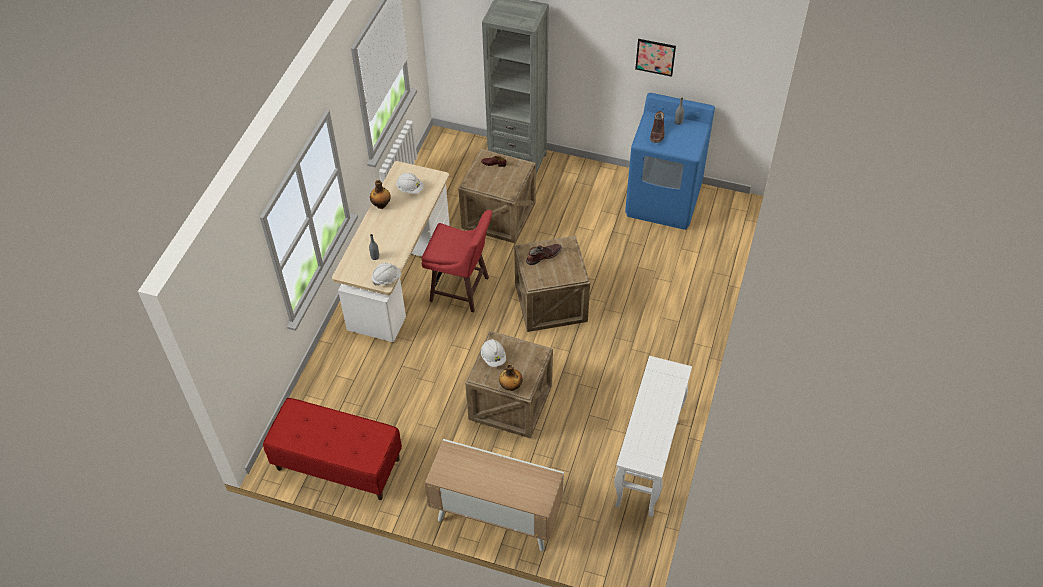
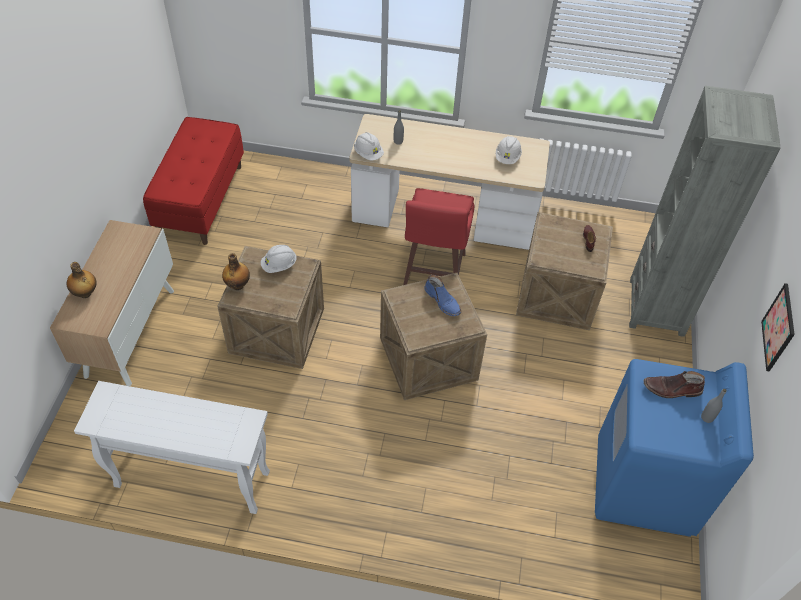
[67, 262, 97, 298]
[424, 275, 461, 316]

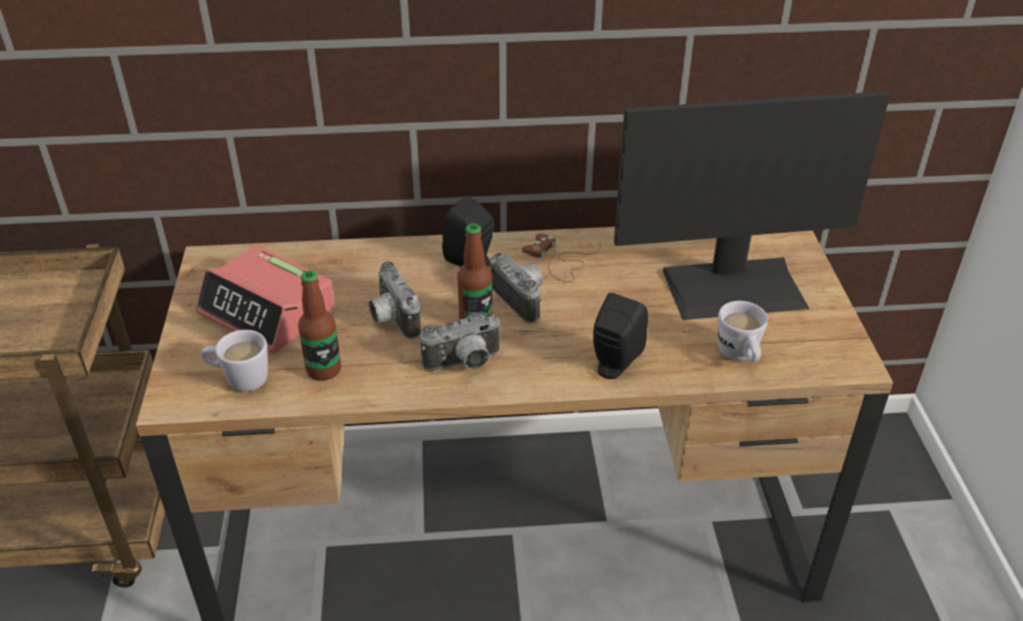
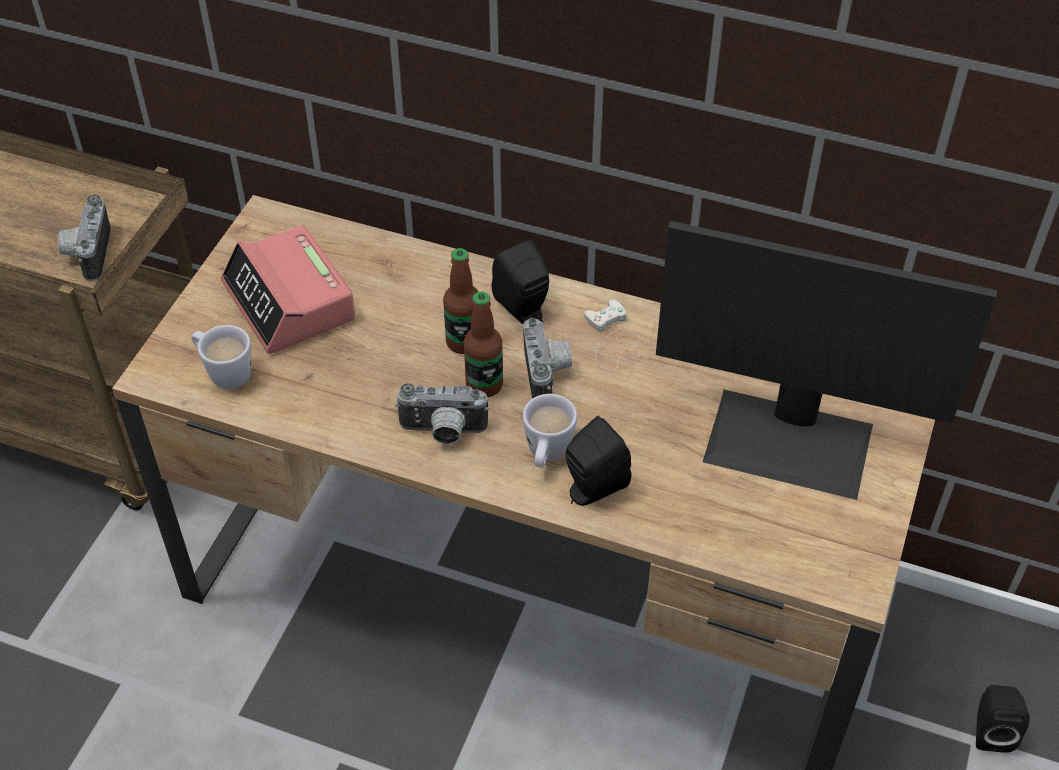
[58, 194, 111, 281]
[443, 248, 478, 354]
[523, 394, 577, 468]
[584, 299, 657, 372]
[976, 685, 1030, 753]

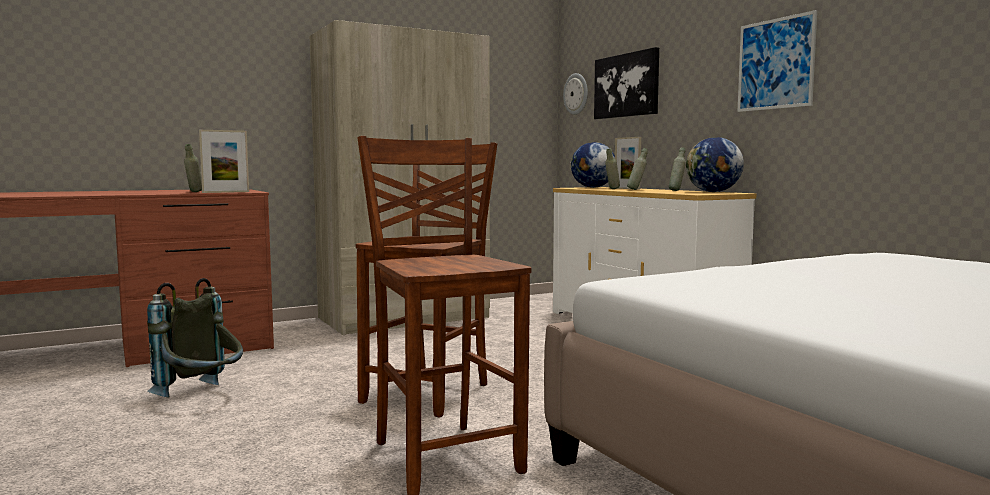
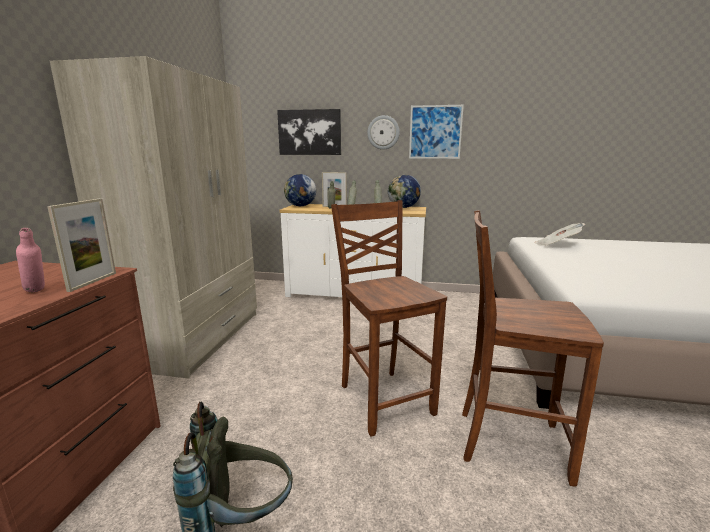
[16, 228, 45, 292]
[367, 115, 400, 150]
[535, 223, 585, 246]

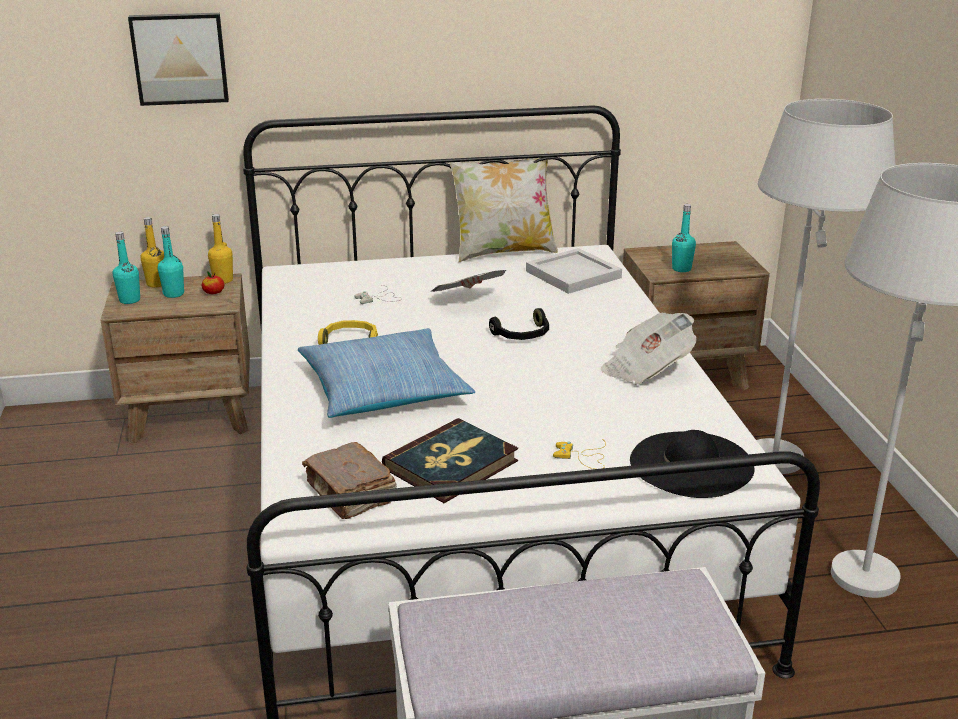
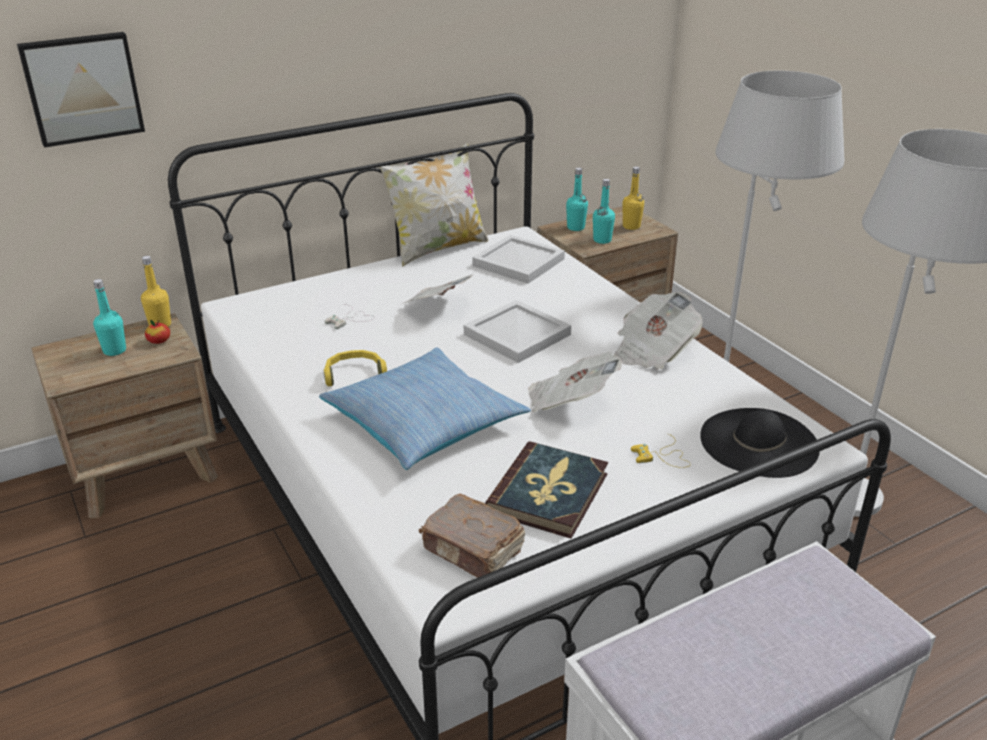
[464, 300, 571, 363]
[528, 352, 622, 412]
[566, 168, 588, 231]
[623, 167, 644, 230]

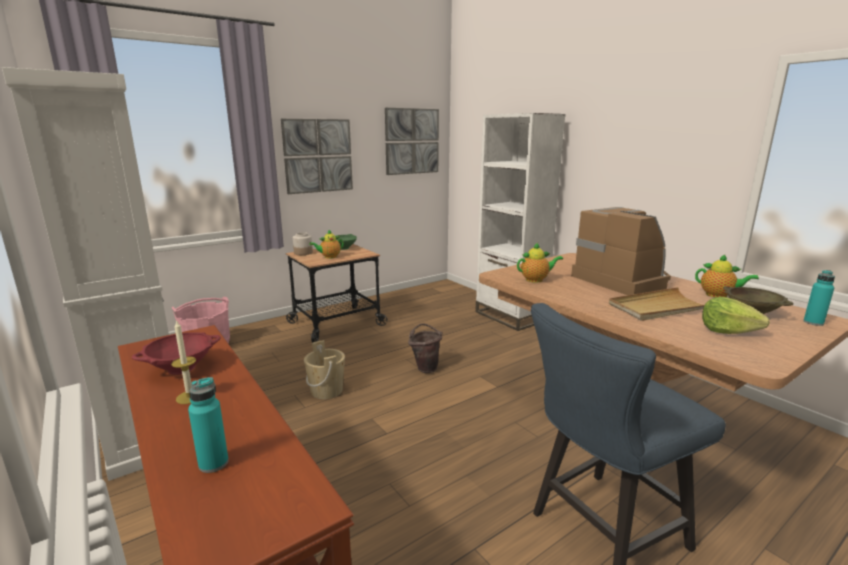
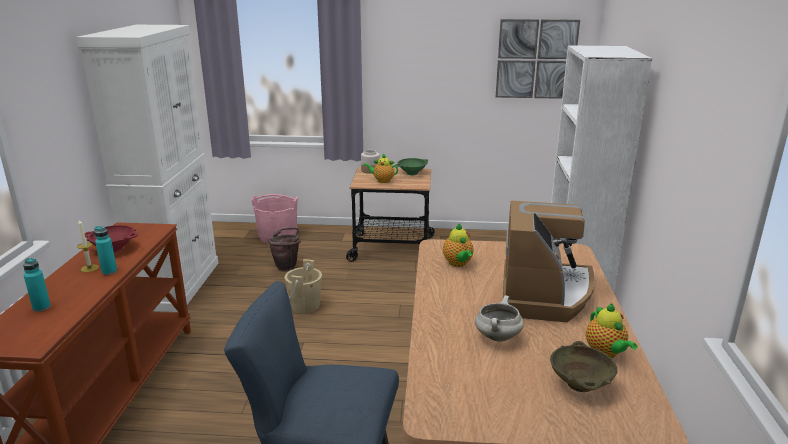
[94, 226, 117, 275]
[268, 228, 301, 272]
[443, 223, 474, 267]
[475, 295, 524, 342]
[281, 119, 353, 194] (first image)
[702, 297, 770, 334] (first image)

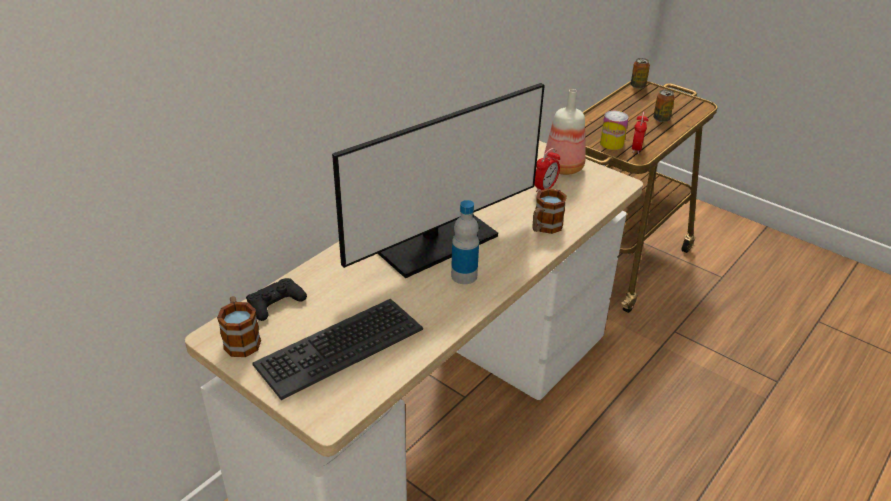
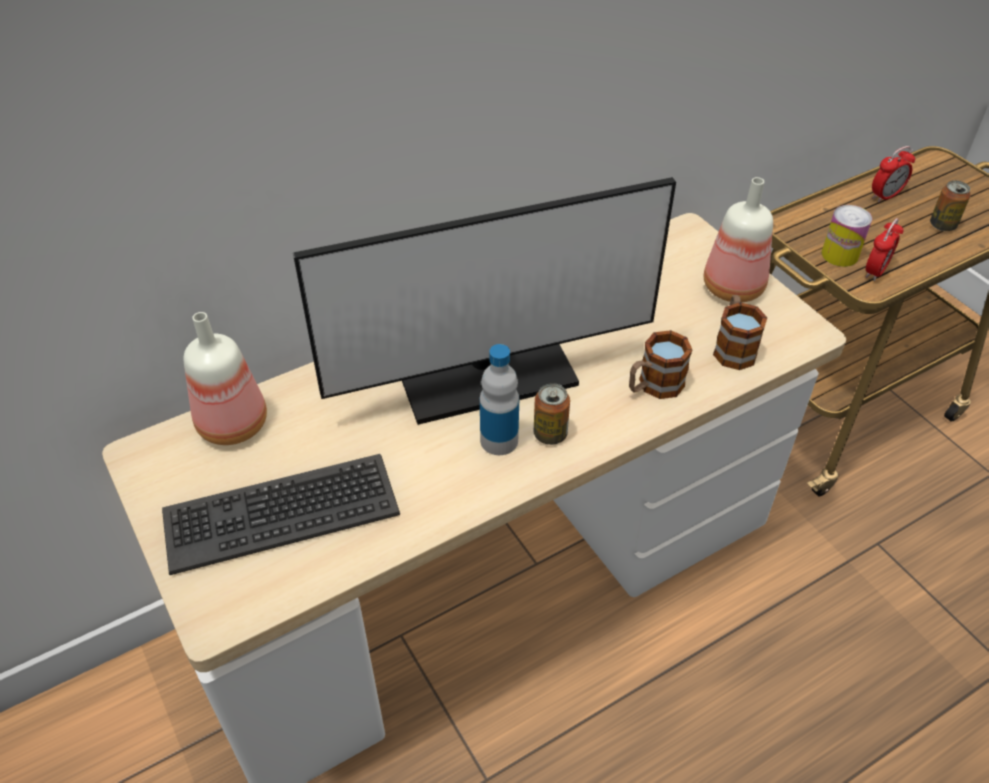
[184, 312, 267, 445]
[534, 383, 570, 445]
[713, 295, 767, 370]
[872, 146, 915, 203]

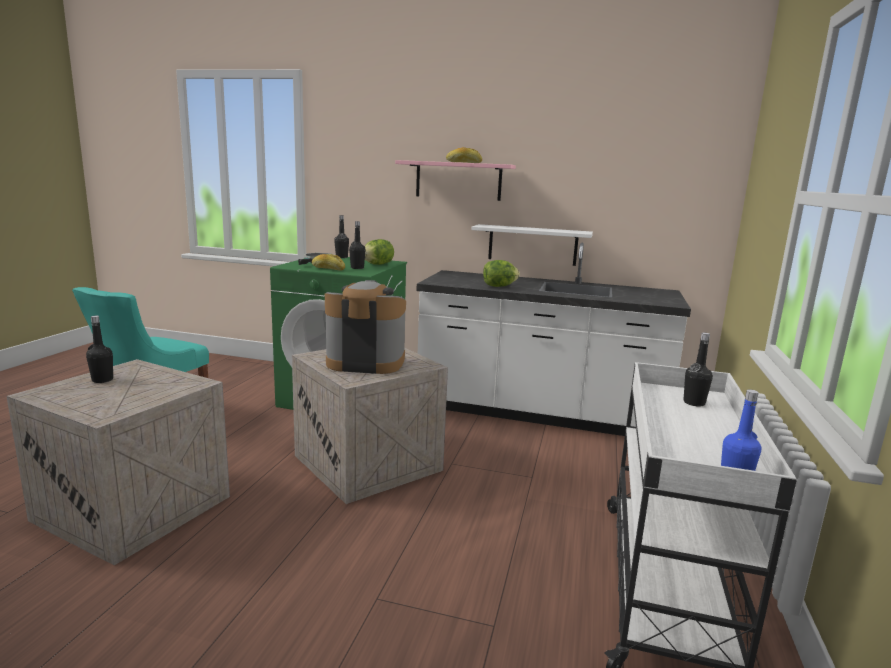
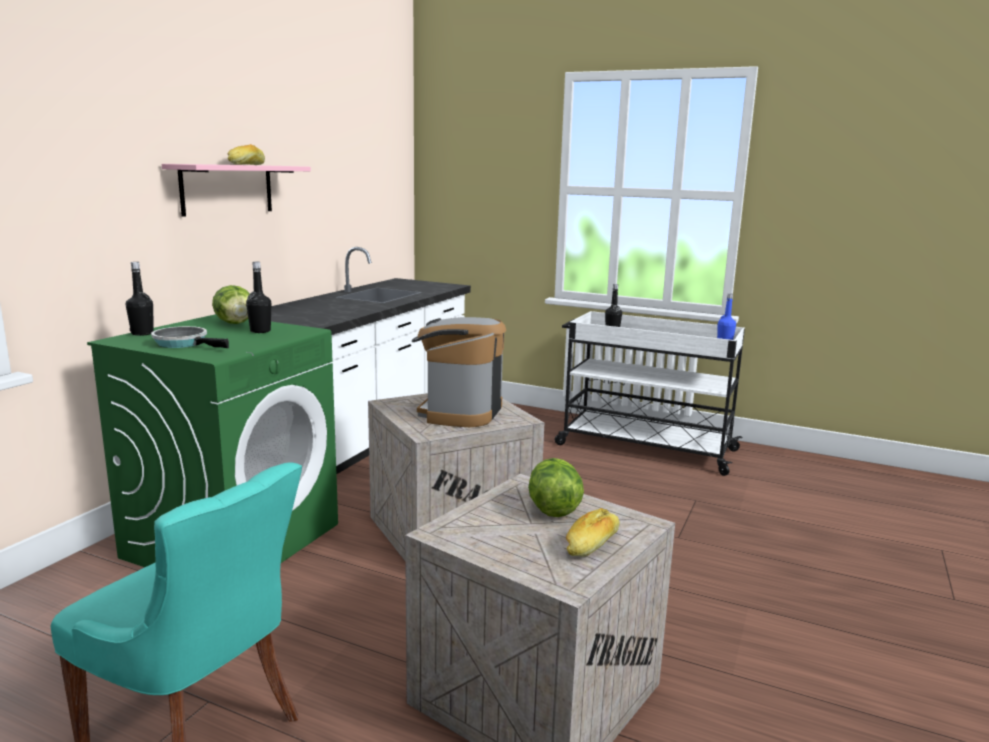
[528, 458, 584, 517]
[566, 508, 620, 557]
[86, 316, 113, 383] (first image)
[471, 224, 593, 266] (first image)

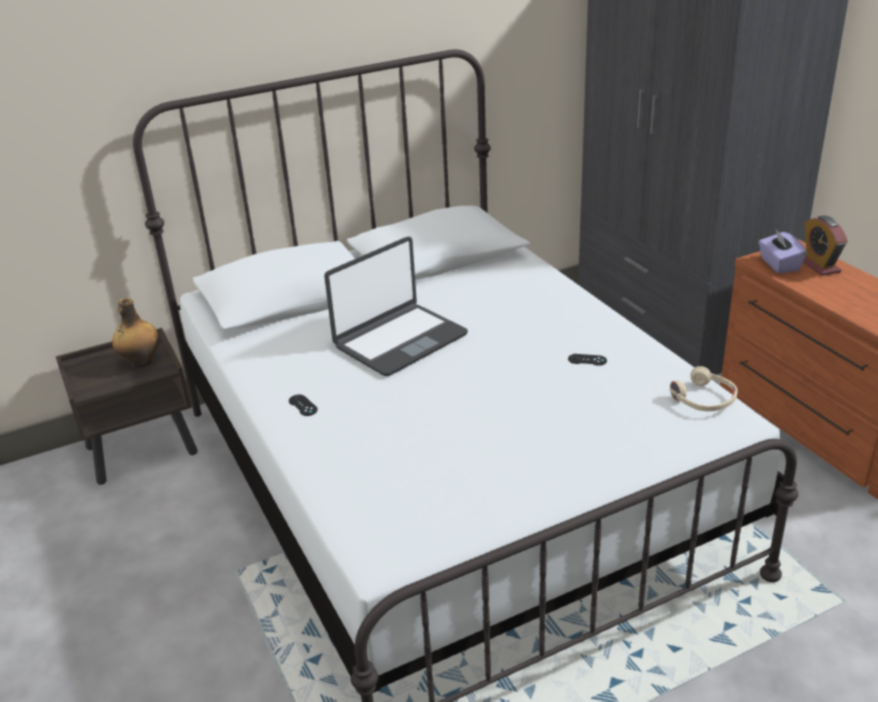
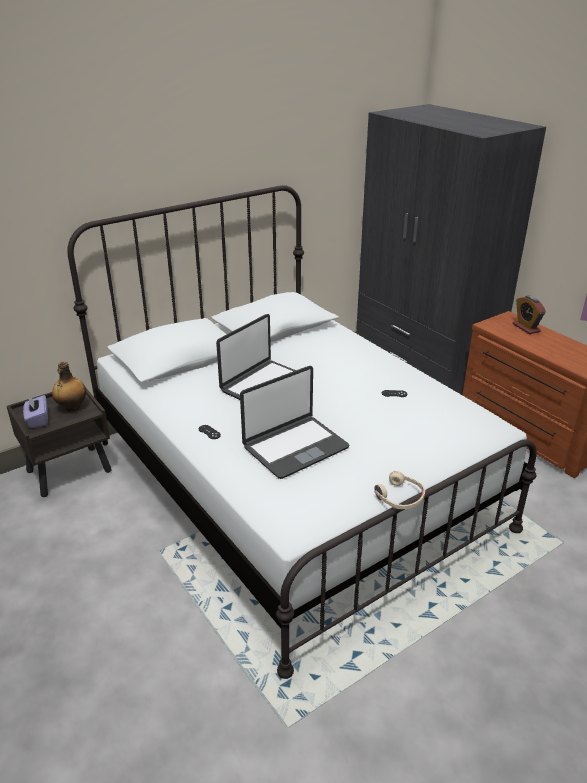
[23, 395, 48, 428]
[240, 366, 349, 479]
[374, 471, 425, 509]

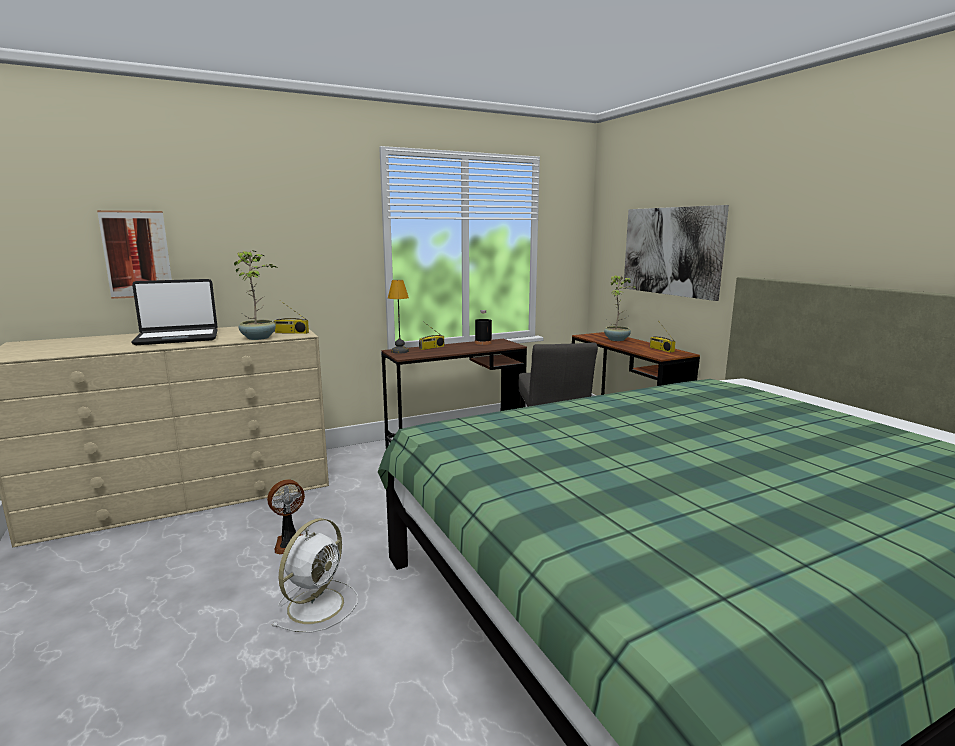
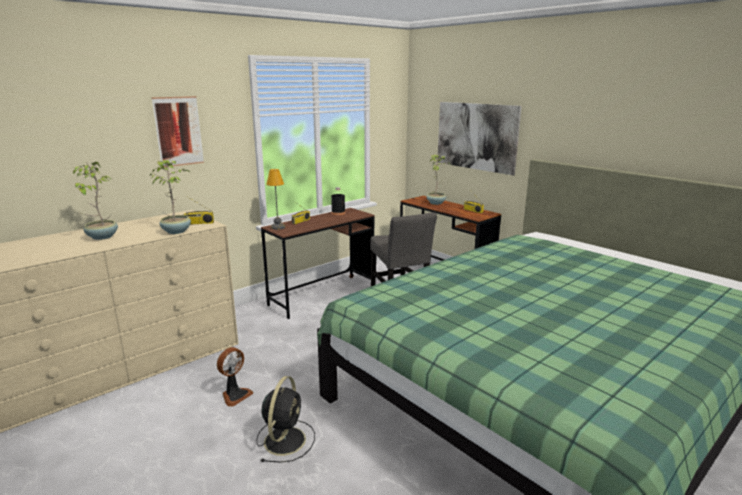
[72, 162, 118, 240]
[151, 96, 204, 167]
[256, 376, 315, 462]

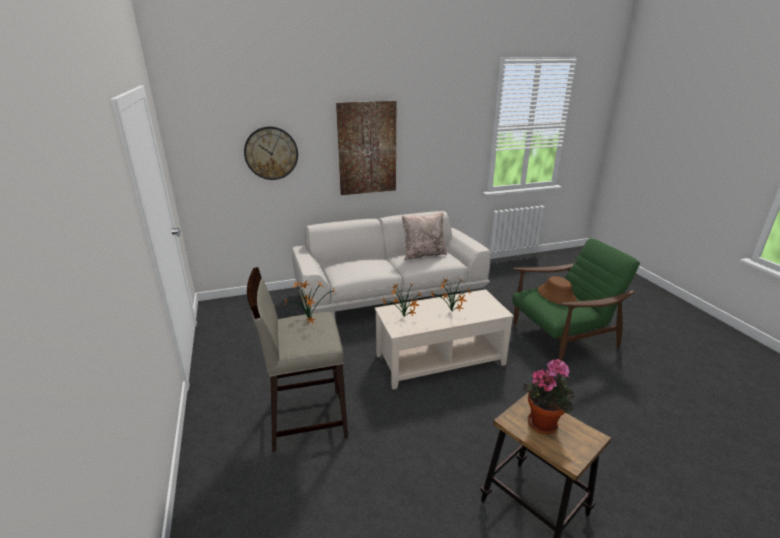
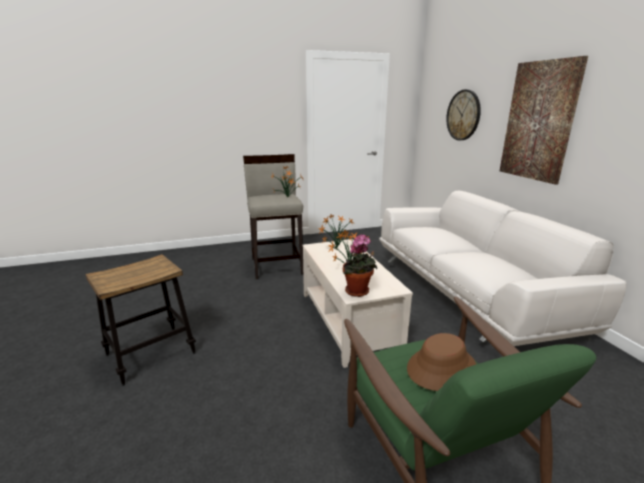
[343, 234, 377, 297]
[402, 212, 447, 260] (first image)

